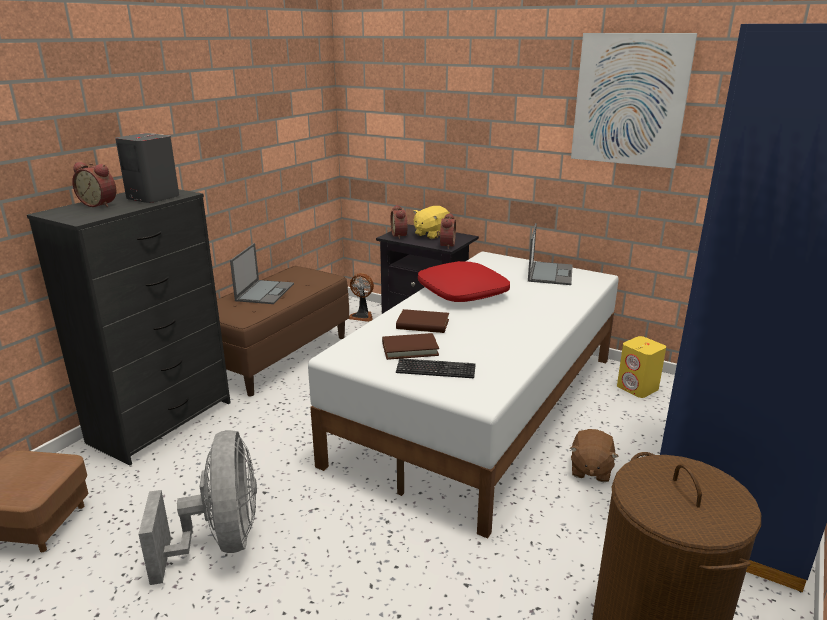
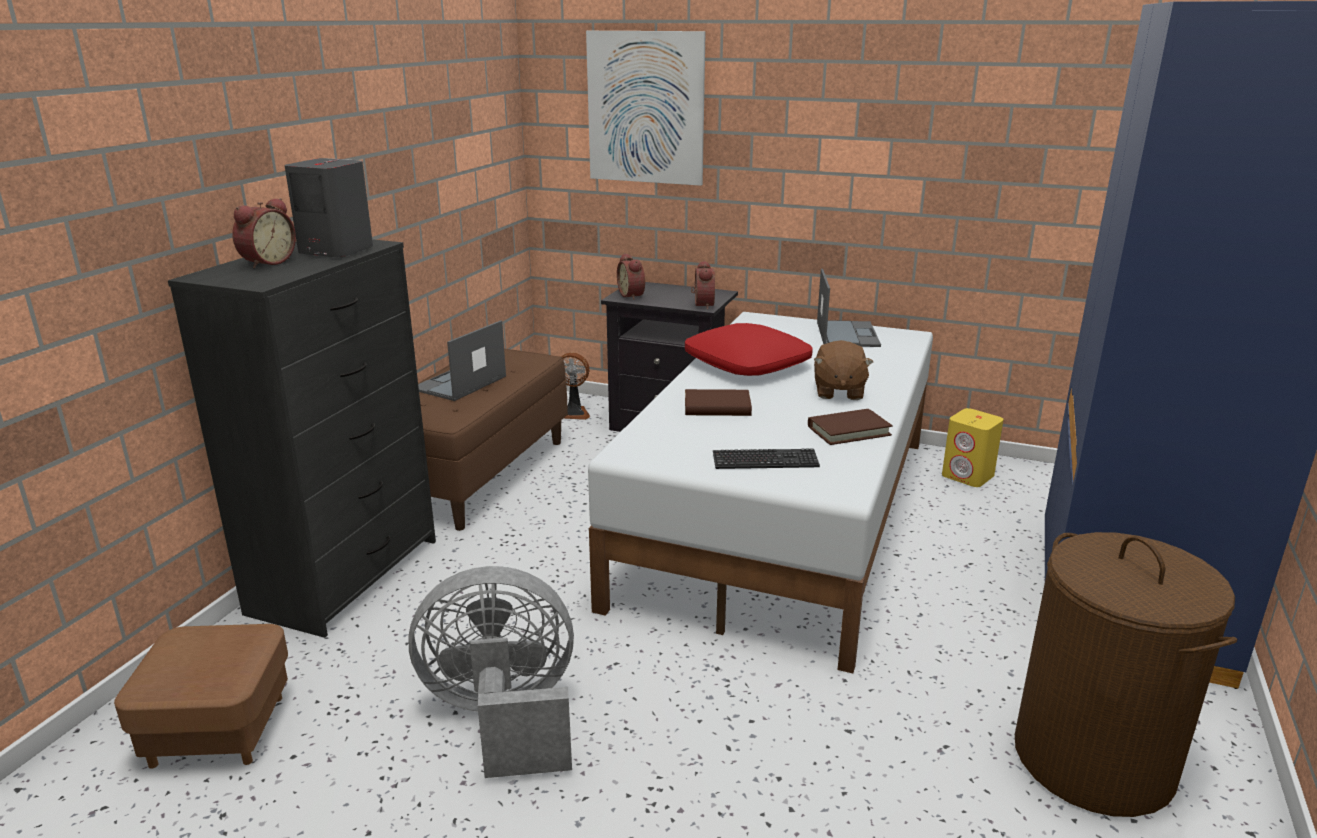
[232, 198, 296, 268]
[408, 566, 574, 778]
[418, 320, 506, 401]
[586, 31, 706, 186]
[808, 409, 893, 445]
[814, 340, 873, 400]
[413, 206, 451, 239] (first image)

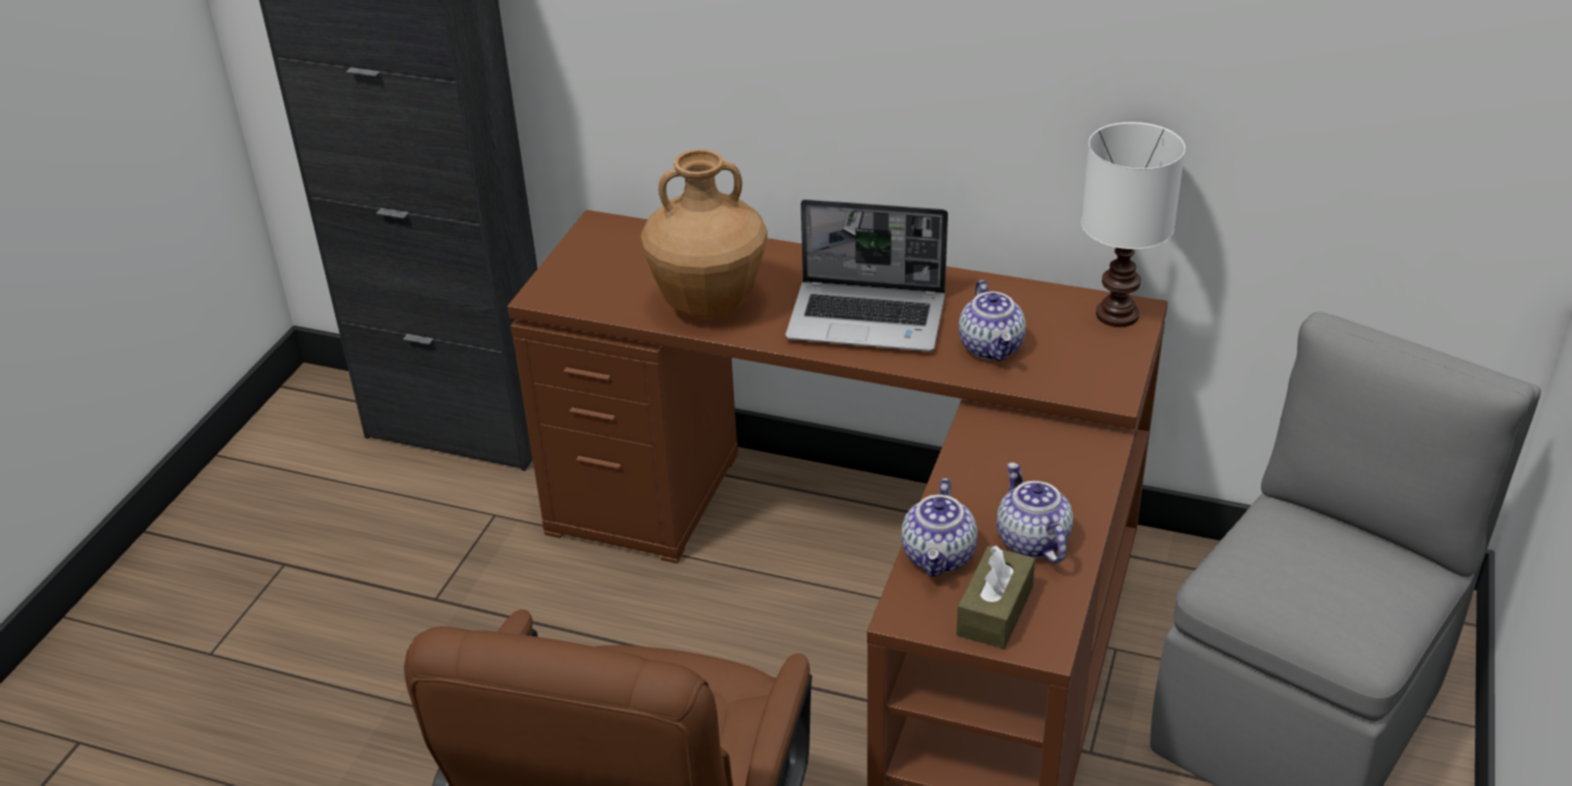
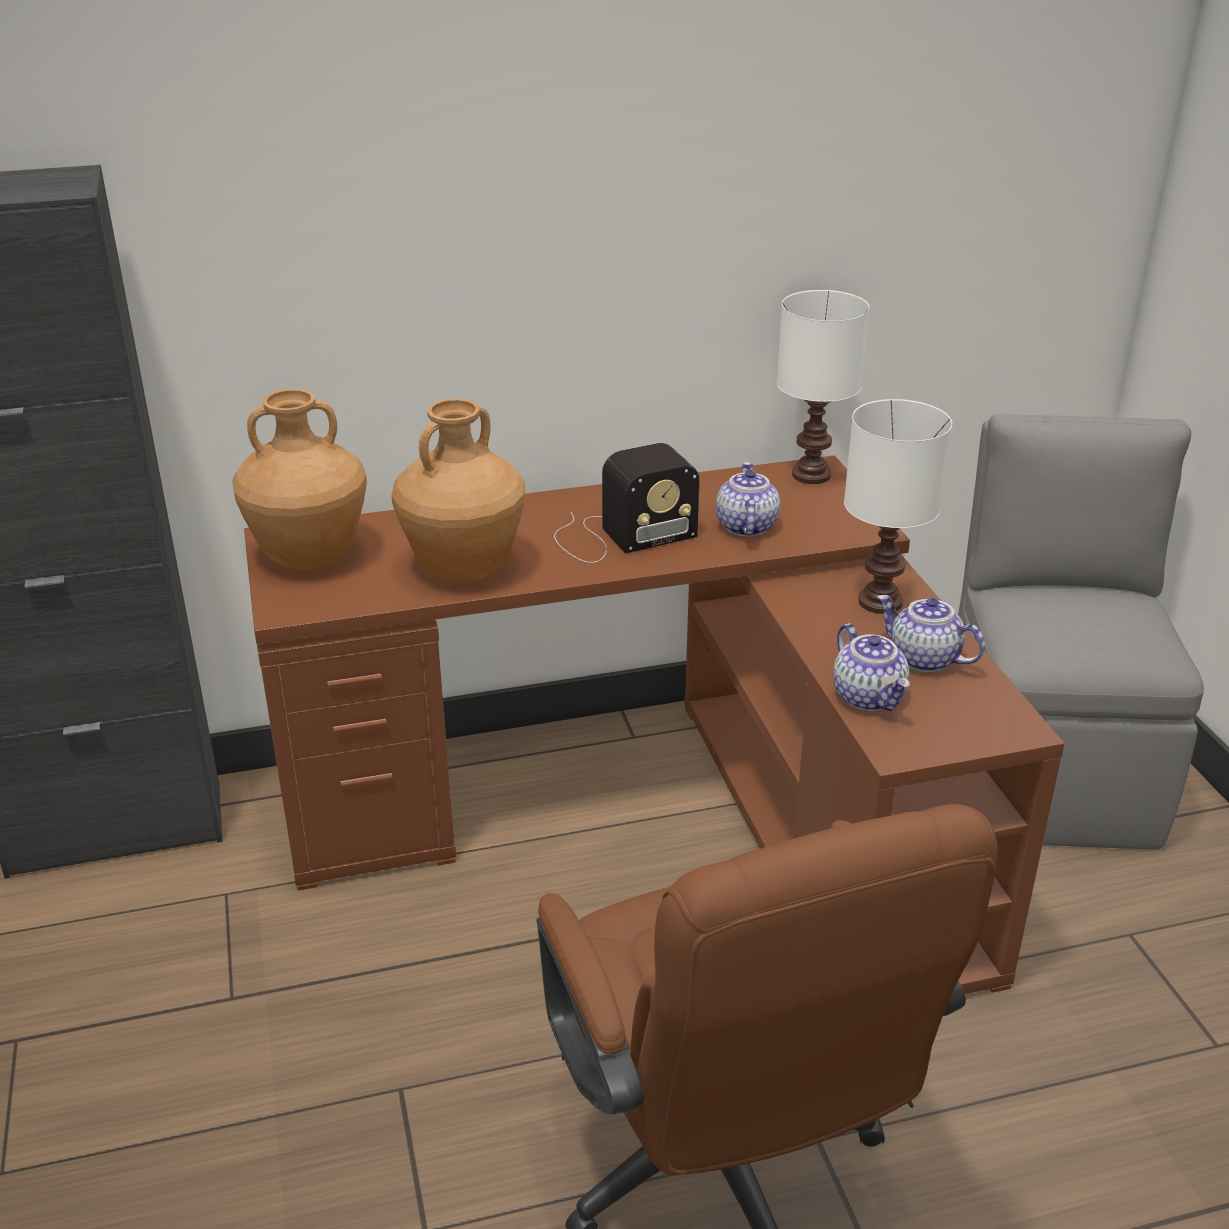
[232, 389, 367, 570]
[554, 443, 699, 563]
[716, 462, 780, 537]
[844, 399, 952, 614]
[956, 545, 1035, 649] (first image)

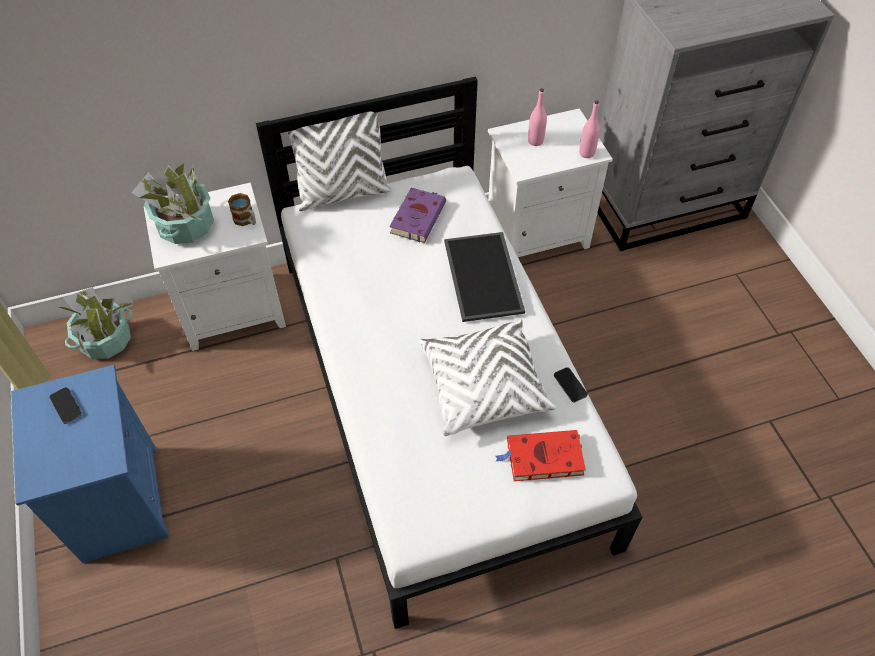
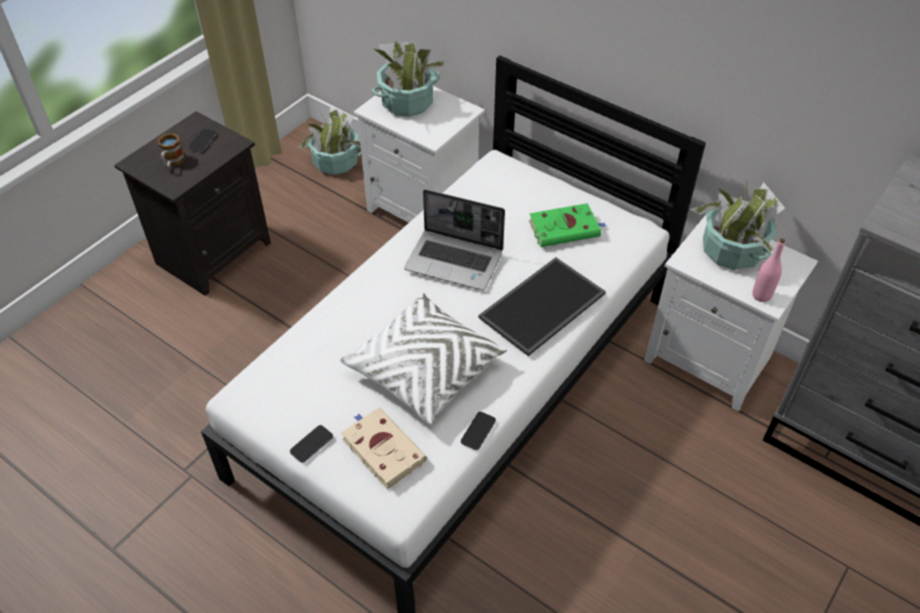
[114, 111, 271, 296]
[158, 133, 185, 168]
[290, 425, 333, 463]
[341, 408, 427, 490]
[404, 189, 505, 290]
[529, 203, 606, 247]
[690, 178, 785, 270]
[287, 112, 391, 211] (first image)

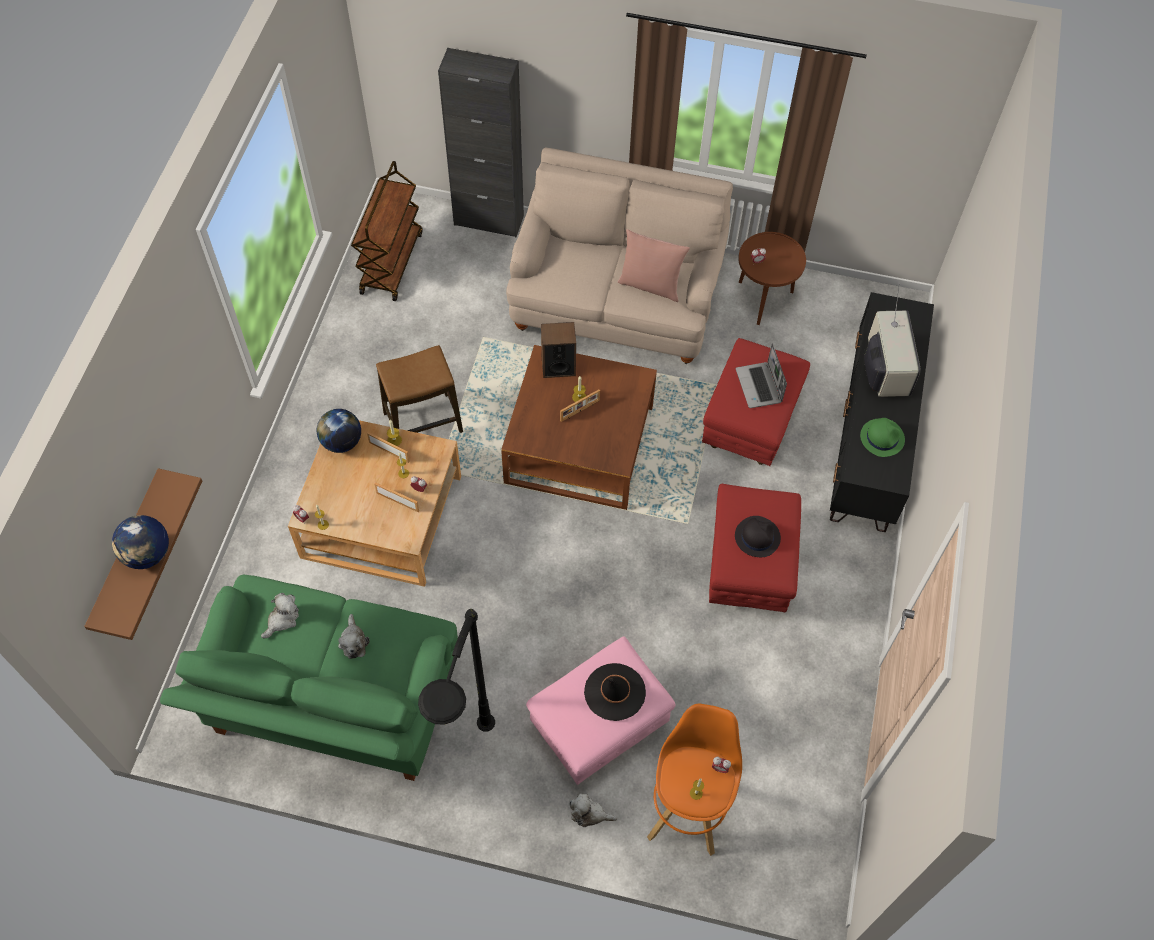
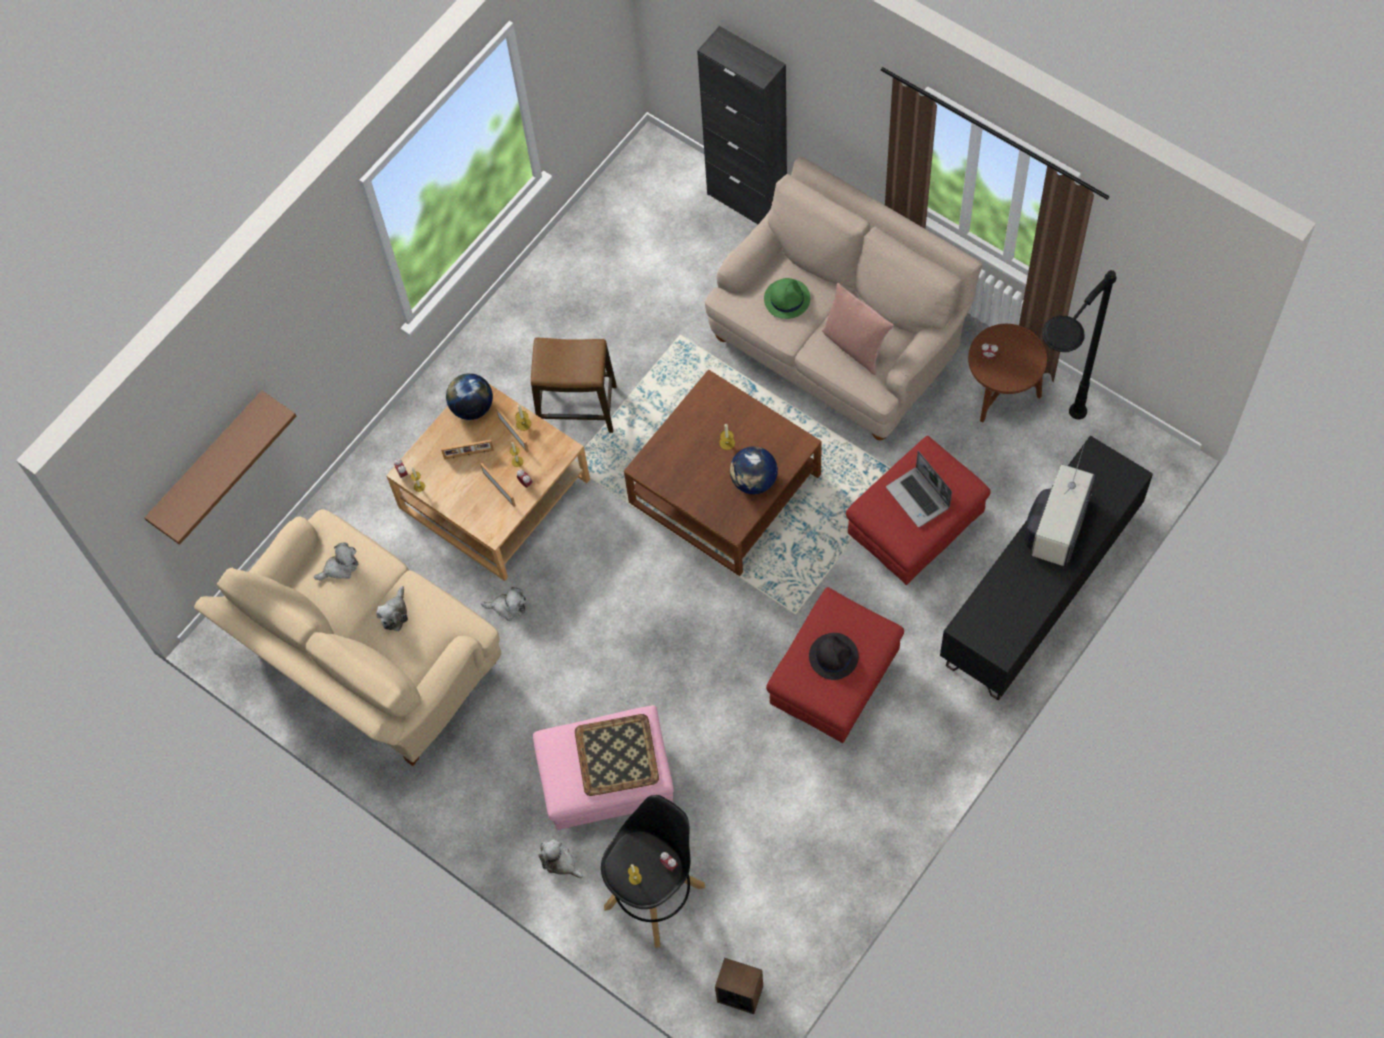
[194, 509, 501, 766]
[441, 440, 494, 459]
[481, 587, 526, 621]
[575, 714, 659, 796]
[601, 795, 705, 948]
[715, 958, 763, 1014]
[730, 446, 778, 494]
[764, 278, 810, 319]
[886, 451, 952, 527]
[1042, 270, 1116, 419]
[351, 161, 423, 301] (first image)

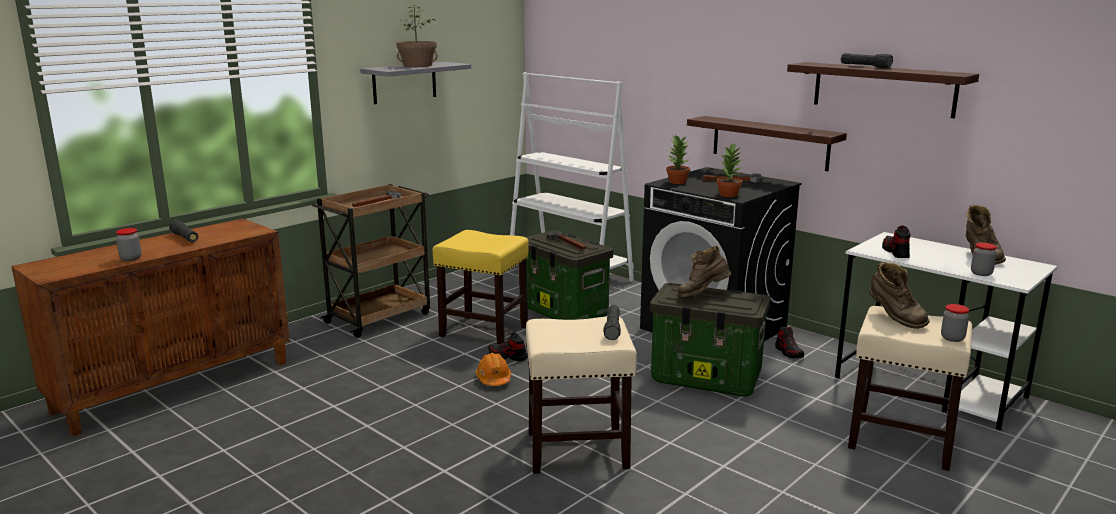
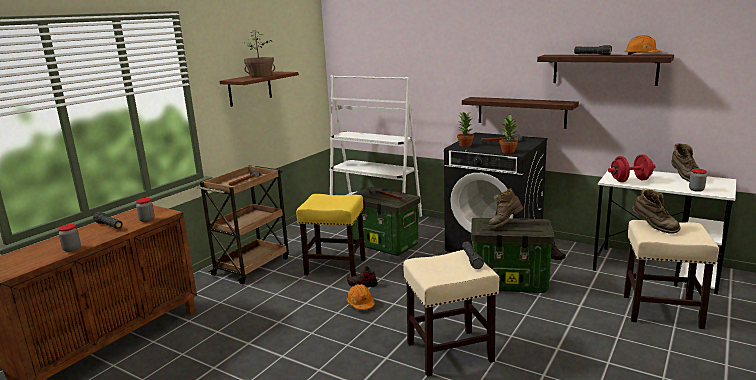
[136, 198, 155, 222]
[220, 71, 299, 107]
[608, 154, 655, 182]
[624, 35, 662, 55]

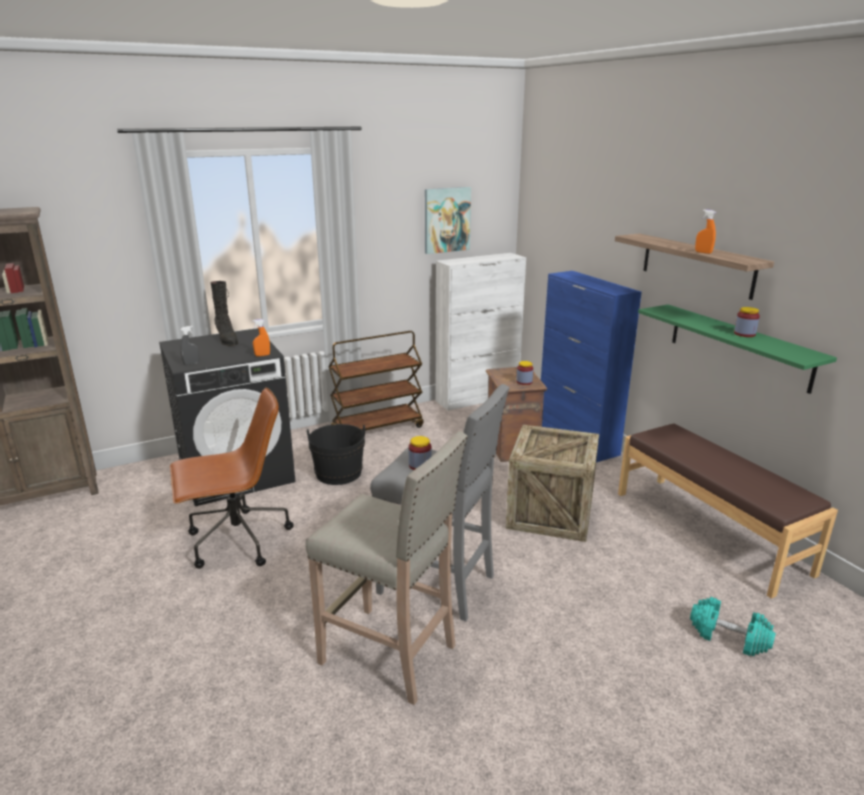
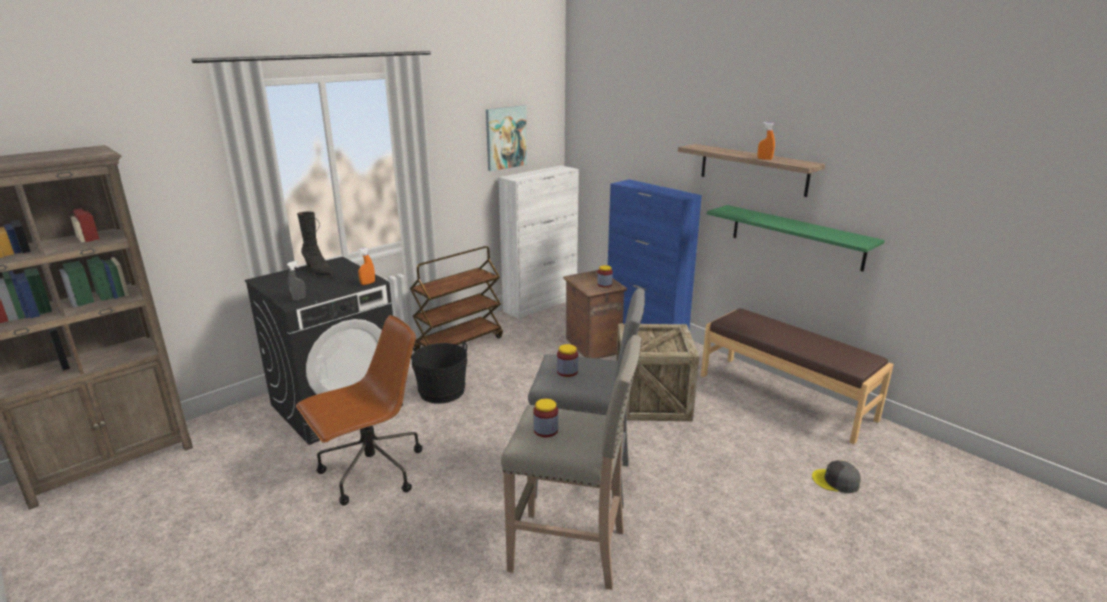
[533, 398, 558, 437]
[812, 460, 861, 493]

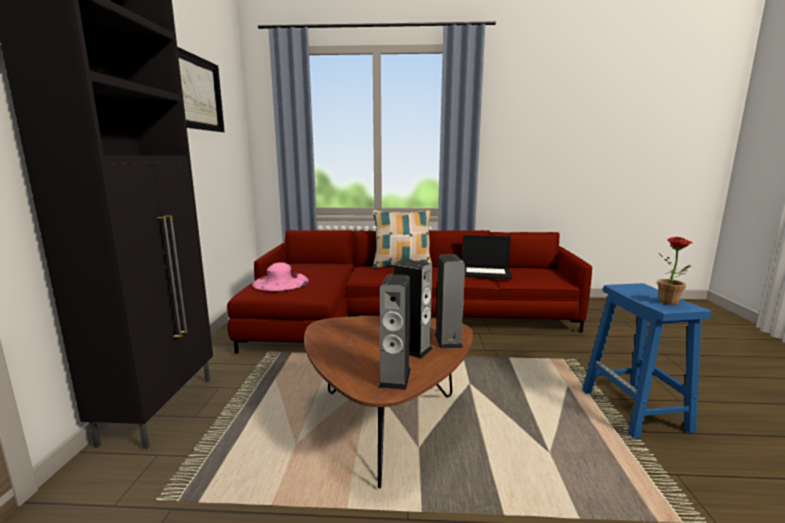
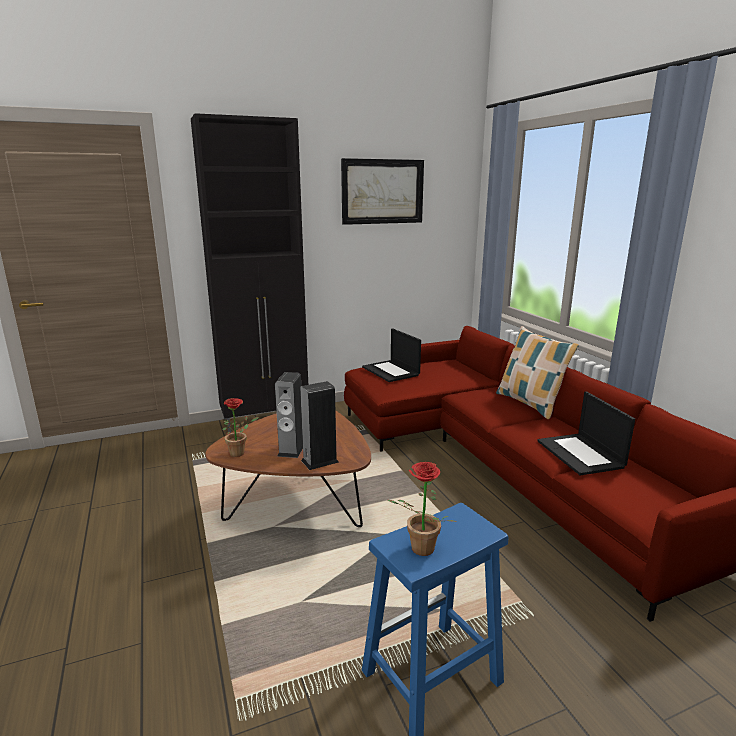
[222, 398, 259, 457]
[362, 328, 421, 382]

